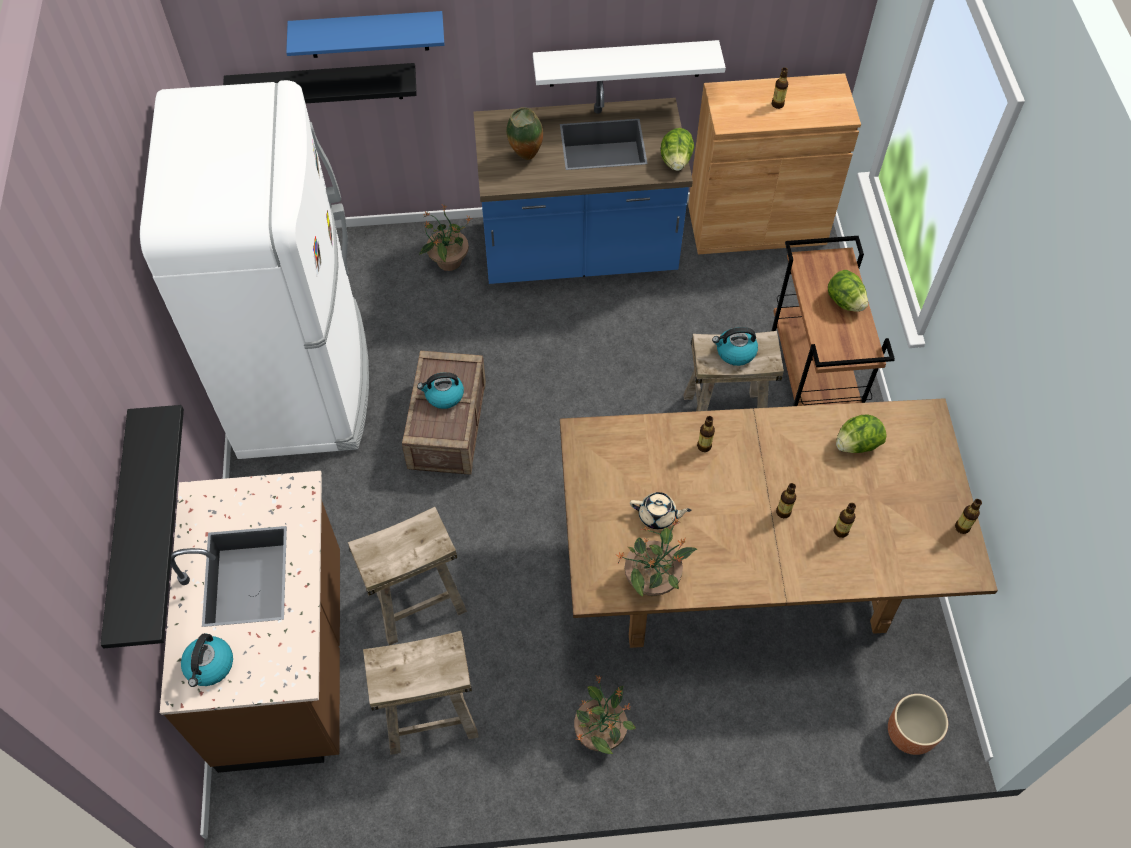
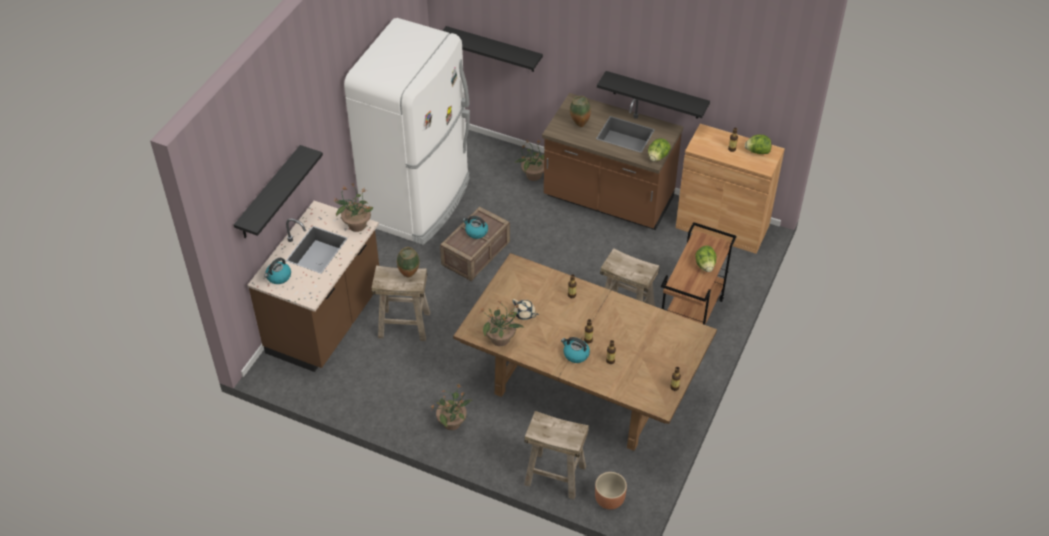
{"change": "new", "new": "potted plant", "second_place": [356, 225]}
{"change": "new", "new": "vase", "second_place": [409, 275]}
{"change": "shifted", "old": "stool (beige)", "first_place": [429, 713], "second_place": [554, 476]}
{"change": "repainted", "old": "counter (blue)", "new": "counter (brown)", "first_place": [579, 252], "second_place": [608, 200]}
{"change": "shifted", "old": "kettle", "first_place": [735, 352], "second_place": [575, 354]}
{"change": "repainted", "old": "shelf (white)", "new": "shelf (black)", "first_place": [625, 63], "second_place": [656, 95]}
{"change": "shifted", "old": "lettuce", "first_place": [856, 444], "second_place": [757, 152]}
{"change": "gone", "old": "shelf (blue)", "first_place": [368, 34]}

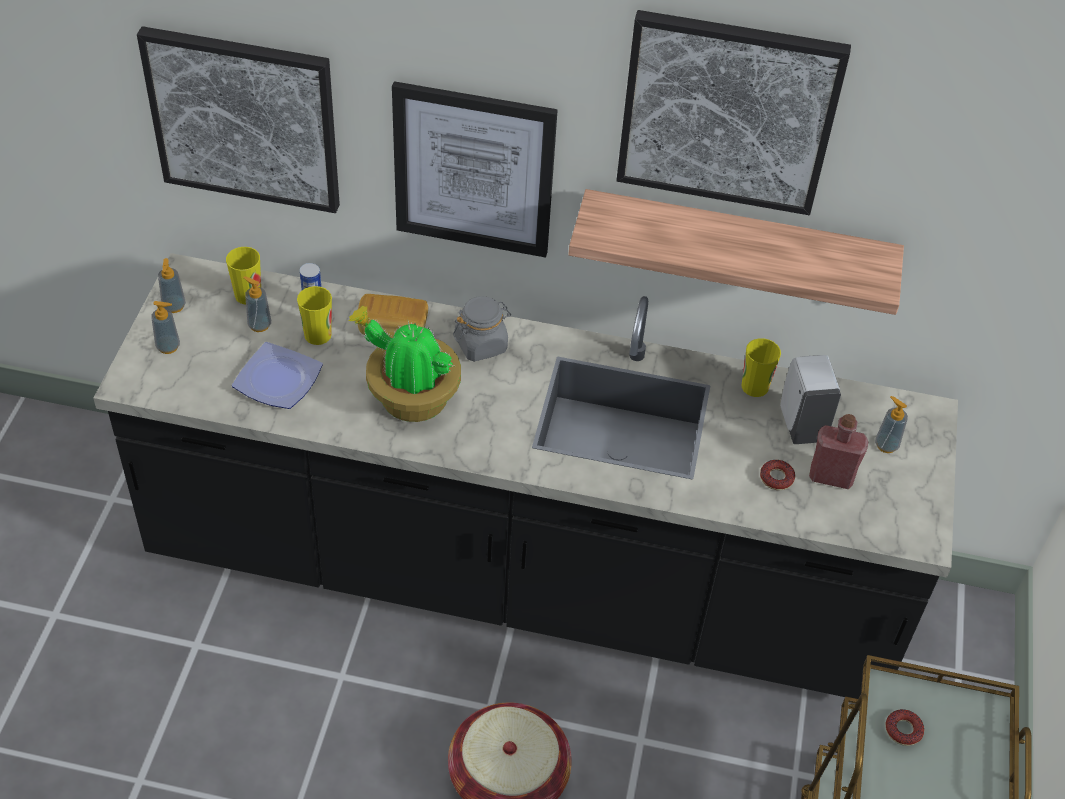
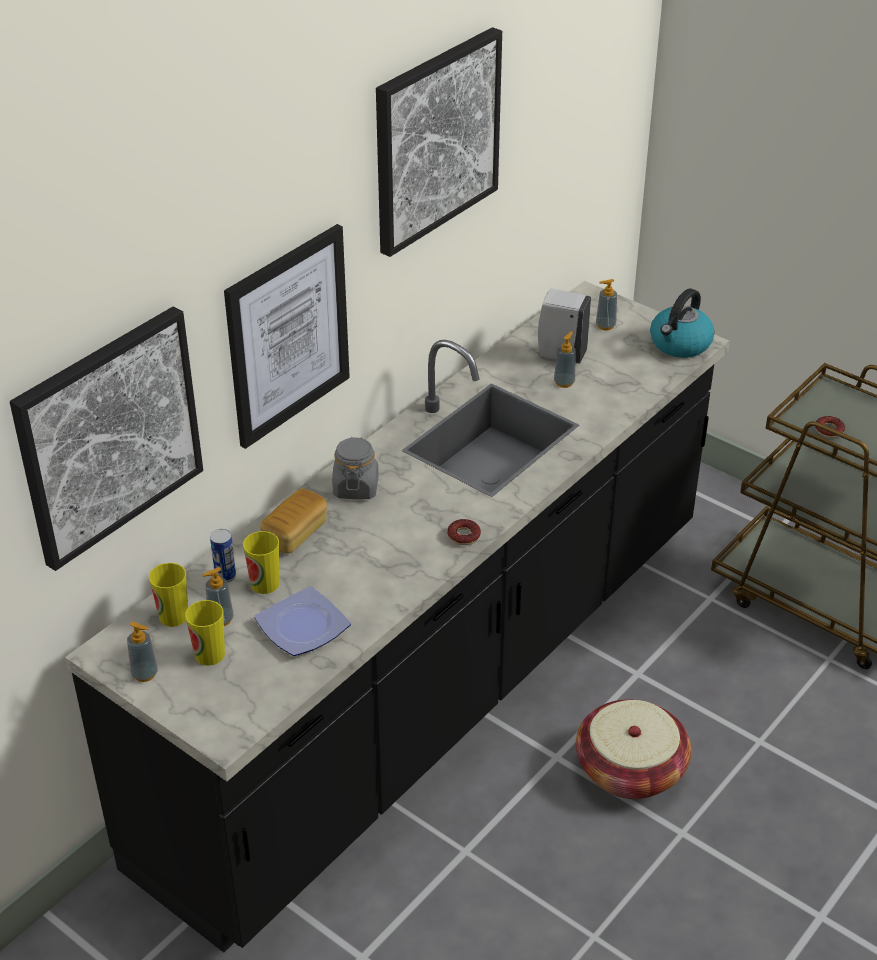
{"change": "shifted", "old": "cup", "first_place": [755, 386], "second_place": [210, 654]}
{"change": "shifted", "old": "donut", "first_place": [776, 478], "second_place": [463, 536]}
{"change": "shifted", "old": "soap dispenser", "first_place": [168, 346], "second_place": [564, 382]}
{"change": "new", "new": "kettle", "second_place": [680, 344]}
{"change": "gone", "old": "potted plant", "first_place": [410, 398]}
{"change": "gone", "old": "shelf", "first_place": [736, 249]}
{"change": "gone", "old": "bottle (red)", "first_place": [831, 476]}

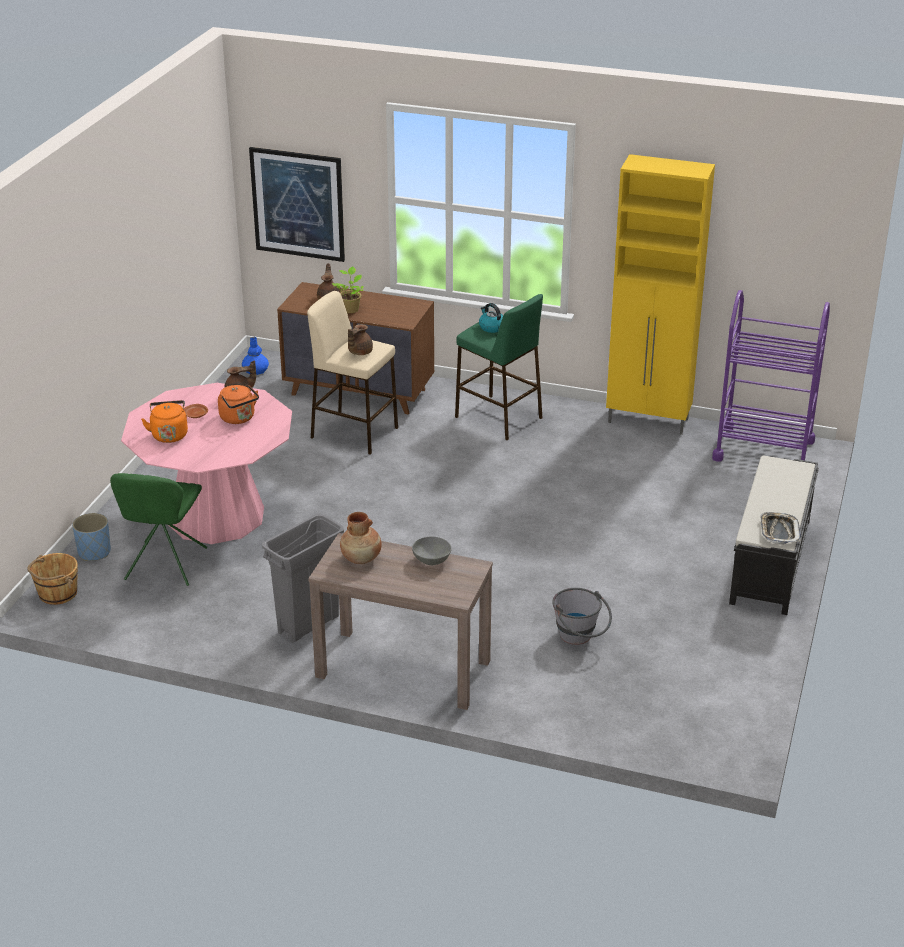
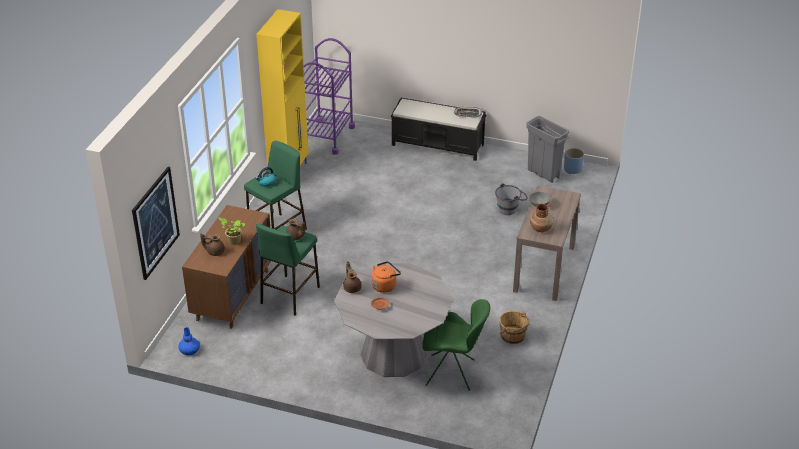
{"change": "repainted", "old": "stool (beige)", "new": "stool (green)", "first_place": [354, 432], "second_place": [290, 295]}
{"change": "repainted", "old": "dining table (pink)", "new": "dining table (grey)", "first_place": [216, 516], "second_place": [393, 354]}
{"change": "shifted", "old": "bucket (brown)", "first_place": [57, 593], "second_place": [513, 336]}
{"change": "shifted", "old": "trash can (grey)", "first_place": [308, 625], "second_place": [543, 174]}
{"change": "shifted", "old": "planter (blue)", "first_place": [94, 552], "second_place": [572, 169]}
{"change": "gone", "old": "kettle (orange)", "first_place": [169, 434]}

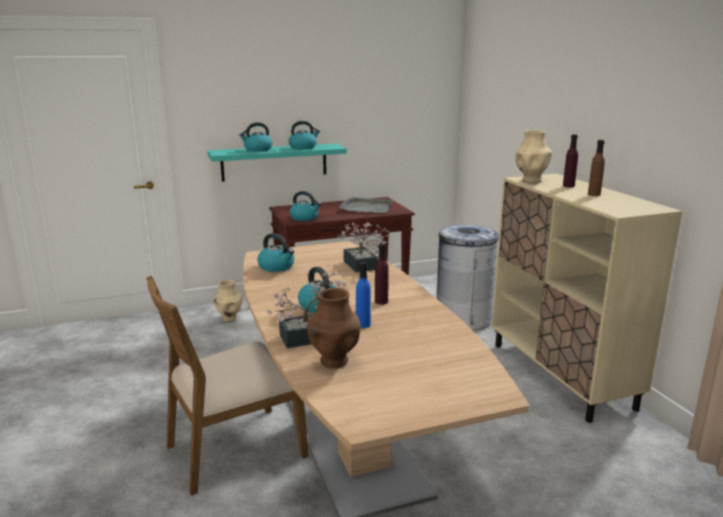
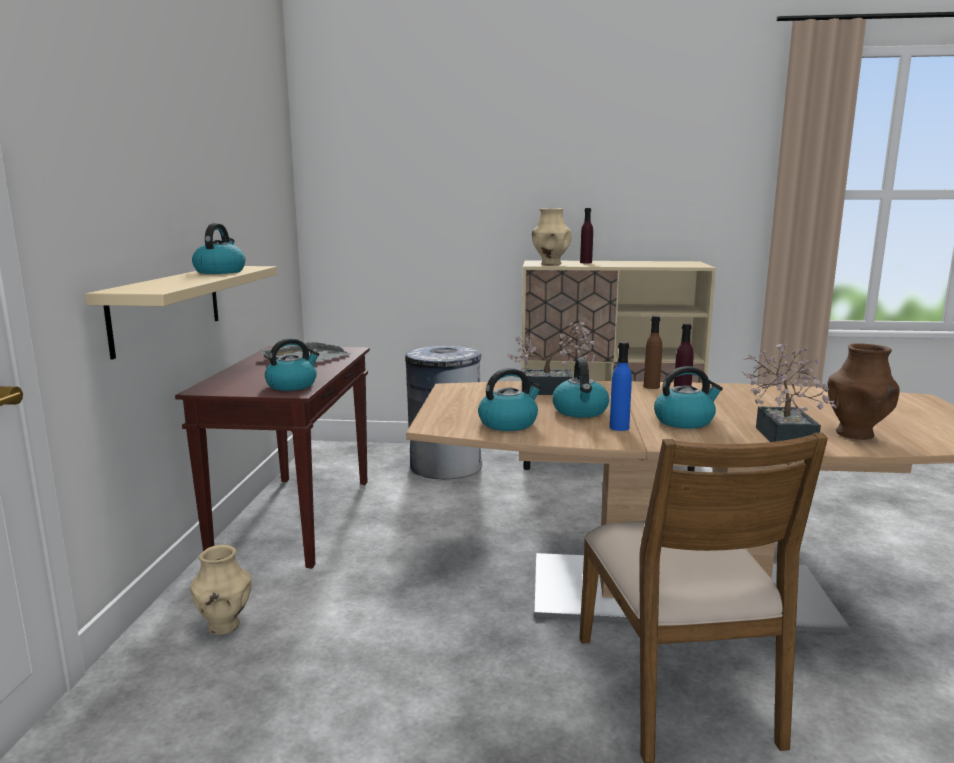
{"change": "repainted", "old": "shelf (turquoise)", "new": "shelf (beige)", "first_place": [274, 162], "second_place": [167, 307]}
{"change": "shifted", "old": "kettle", "first_place": [257, 150], "second_place": [580, 411]}
{"change": "shifted", "old": "bottle (blue)", "first_place": [363, 325], "second_place": [619, 427]}
{"change": "shifted", "old": "bottle (brown)", "first_place": [594, 194], "second_place": [651, 387]}

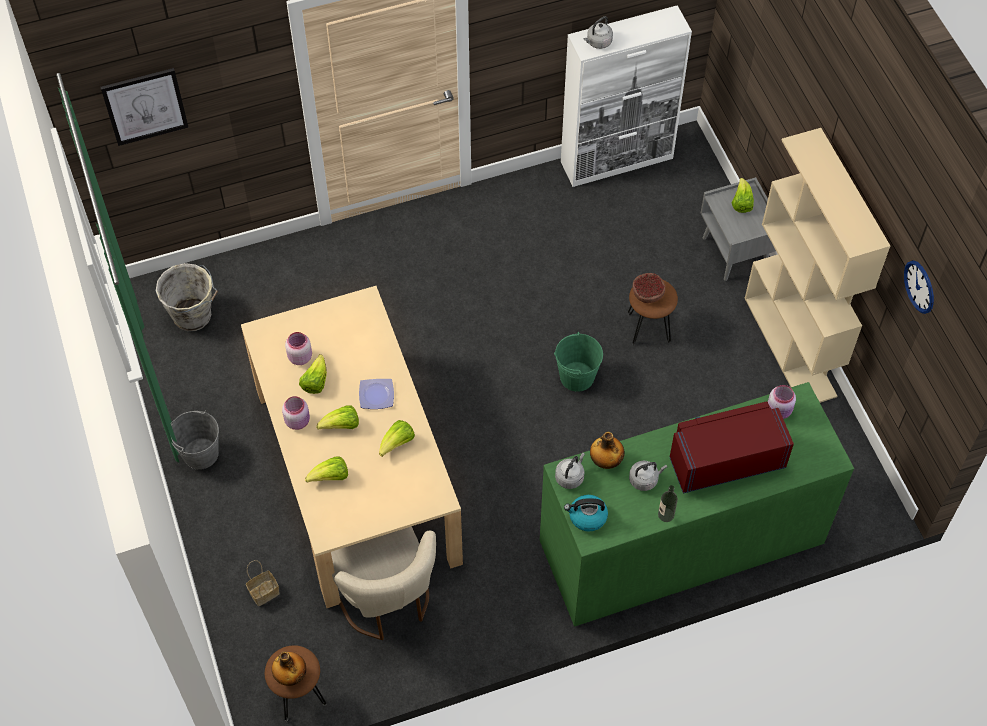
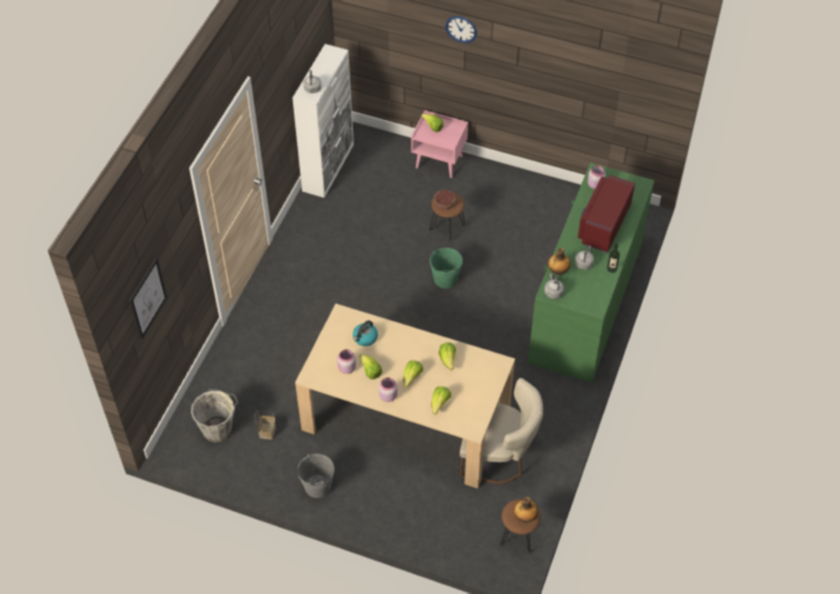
{"change": "shifted", "old": "basket", "first_place": [265, 591], "second_place": [267, 430]}
{"change": "shifted", "old": "kettle", "first_place": [587, 517], "second_place": [365, 338]}
{"change": "repainted", "old": "nightstand (grey)", "new": "nightstand (pink)", "first_place": [736, 253], "second_place": [439, 161]}
{"change": "shifted", "old": "wall clock", "first_place": [919, 286], "second_place": [461, 29]}
{"change": "gone", "old": "plate", "first_place": [377, 396]}
{"change": "gone", "old": "bookcase (beige)", "first_place": [791, 347]}

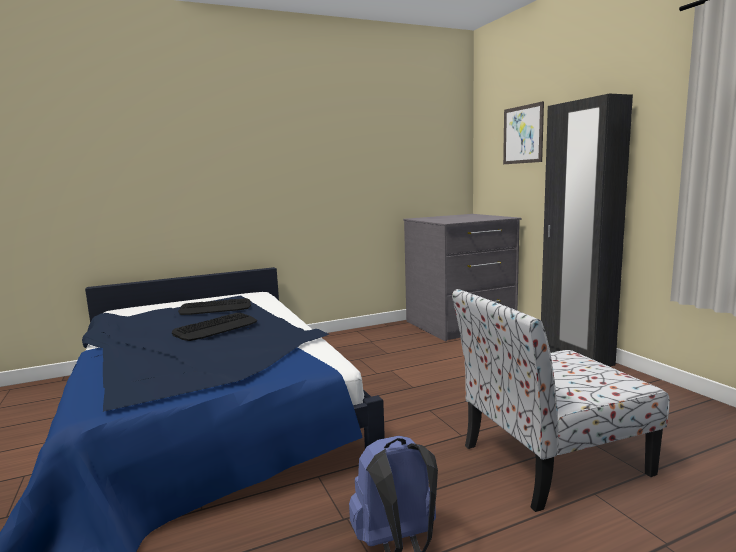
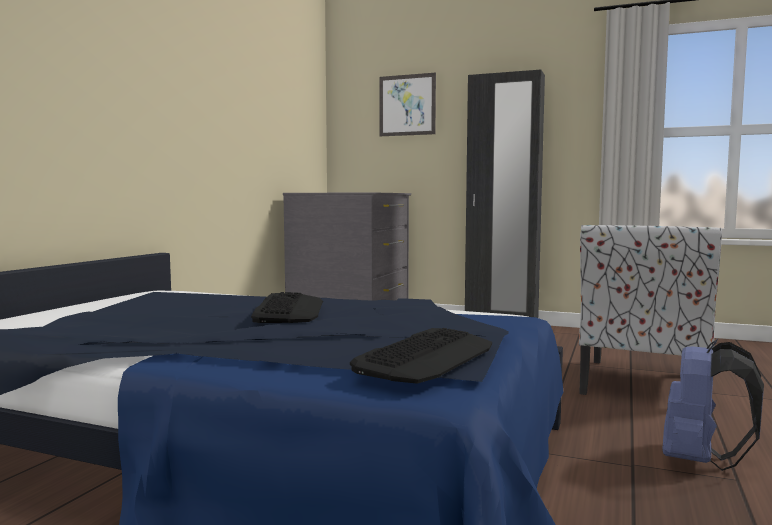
{"change": "shifted", "old": "keyboard", "first_place": [216, 308], "second_place": [427, 357]}

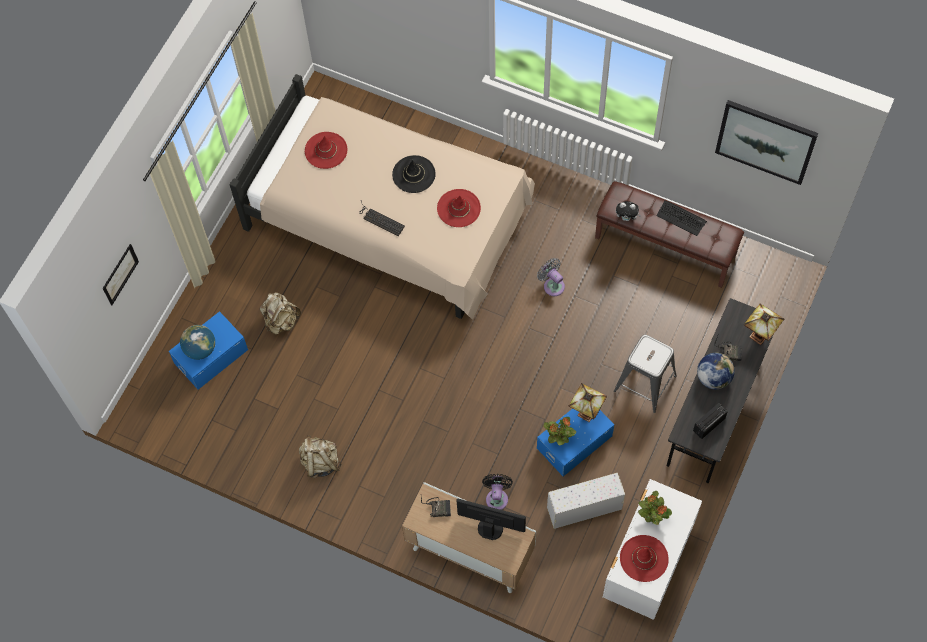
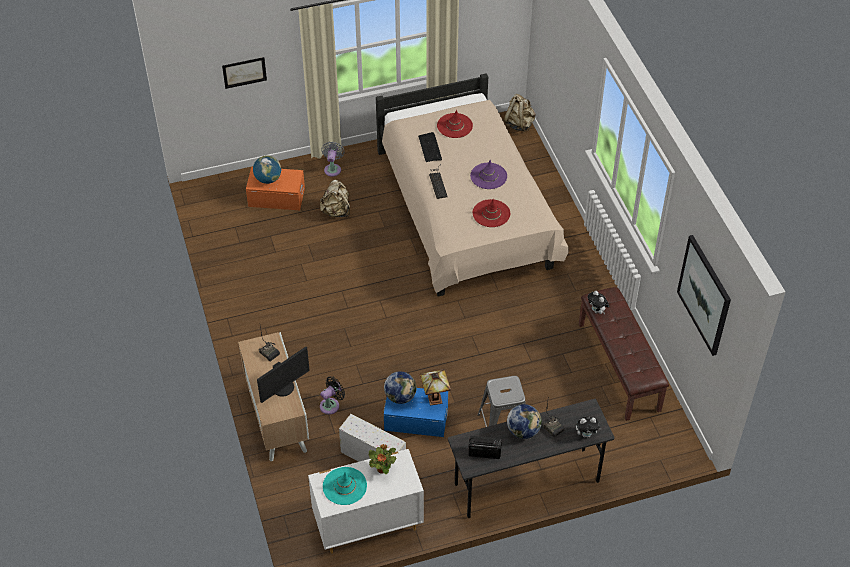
{"change": "repainted", "old": "storage box (blue)", "new": "storage box (orange)", "first_place": [210, 356], "second_place": [276, 196]}
{"change": "rotated", "old": "monitor", "first_place": [490, 527], "second_place": [284, 388], "degrees": 75}
{"change": "shifted", "old": "fan (grey)", "first_place": [552, 285], "second_place": [333, 168]}
{"change": "repainted", "old": "hat (red)", "new": "hat (turquoise)", "first_place": [644, 558], "second_place": [344, 486]}
{"change": "swapped", "old": "potted plant", "new": "globe", "first_place": [558, 437], "second_place": [400, 396]}
{"change": "shifted", "old": "keyboard", "first_place": [681, 218], "second_place": [430, 148]}
{"change": "repainted", "old": "hat (black)", "new": "hat (purple)", "first_place": [413, 174], "second_place": [488, 176]}
{"change": "shifted", "old": "backpack (beige)", "first_place": [320, 462], "second_place": [519, 124]}
{"change": "swapped", "old": "table lamp", "new": "plush toy", "first_place": [758, 334], "second_place": [586, 434]}

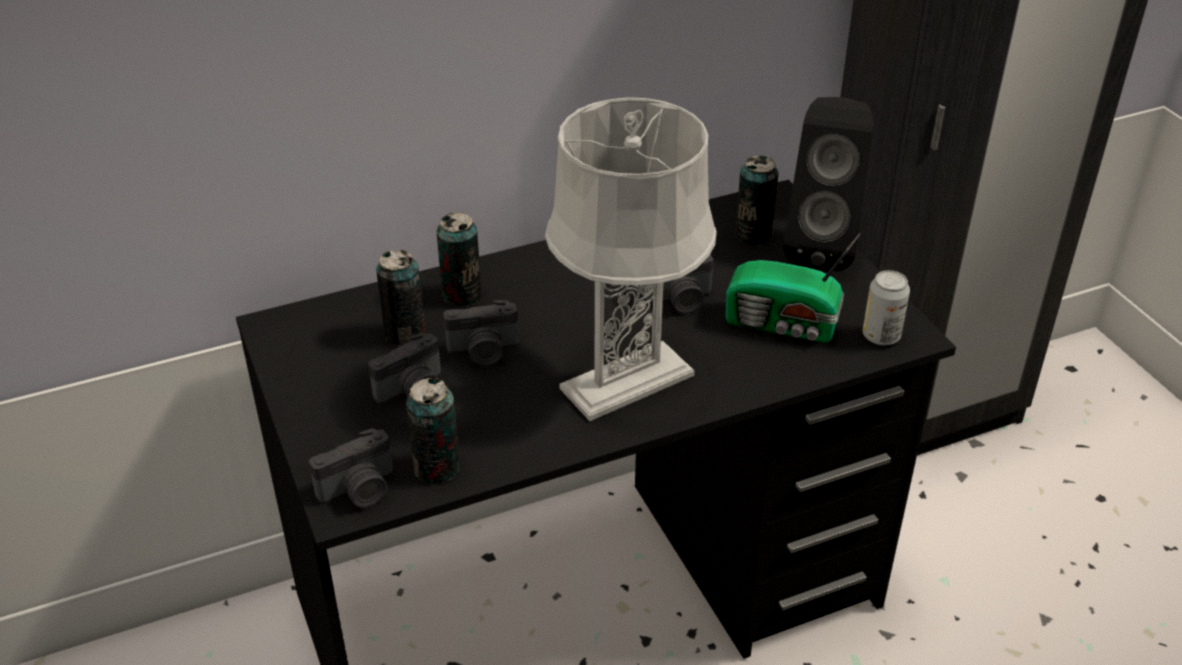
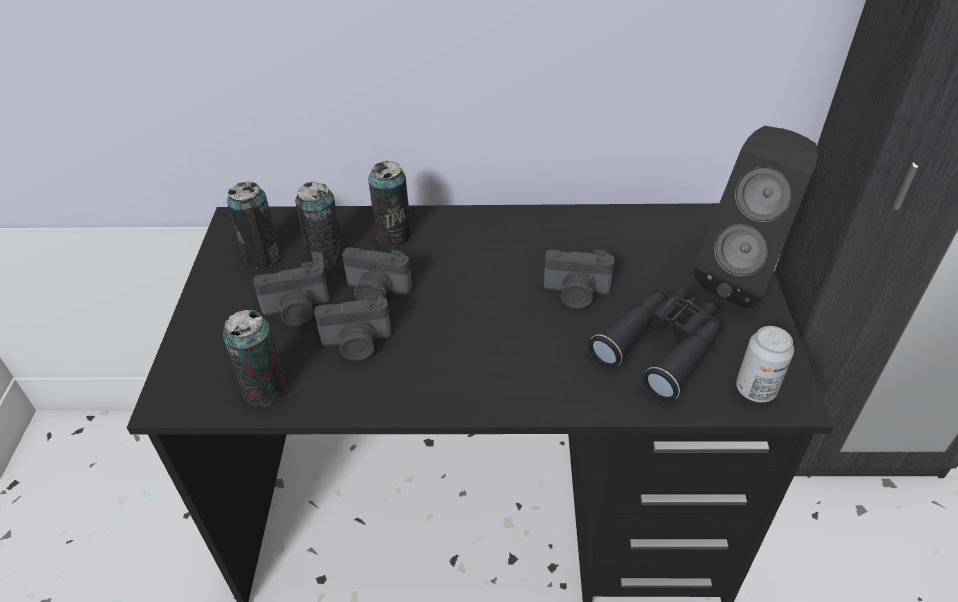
{"change": "shifted", "old": "can", "first_place": [753, 235], "second_place": [263, 256]}
{"change": "shifted", "old": "photo camera", "first_place": [360, 491], "second_place": [357, 344]}
{"change": "swapped", "old": "radio", "new": "binoculars (black)", "first_place": [784, 325], "second_place": [661, 347]}
{"change": "gone", "old": "table lamp (grey)", "first_place": [626, 383]}

